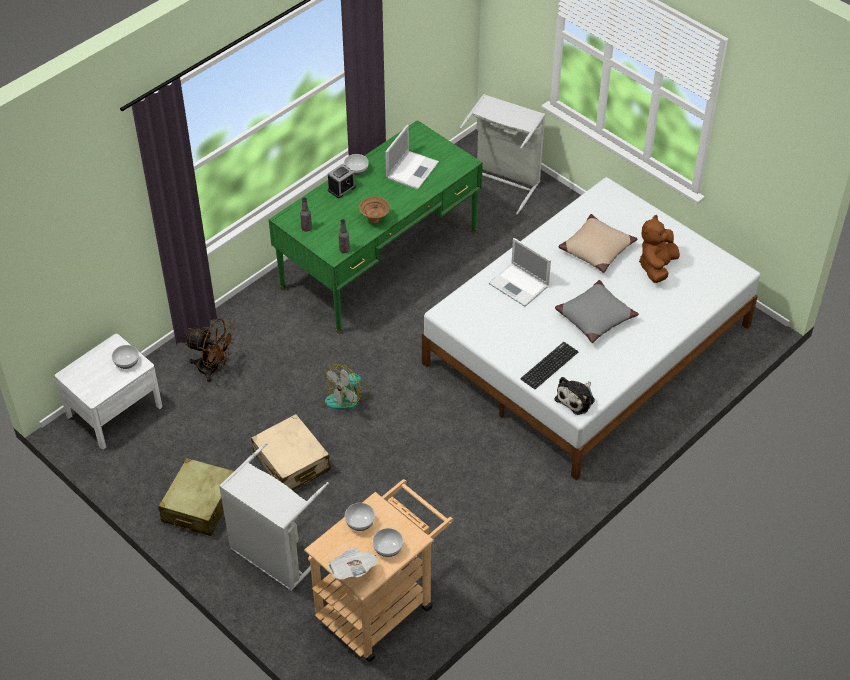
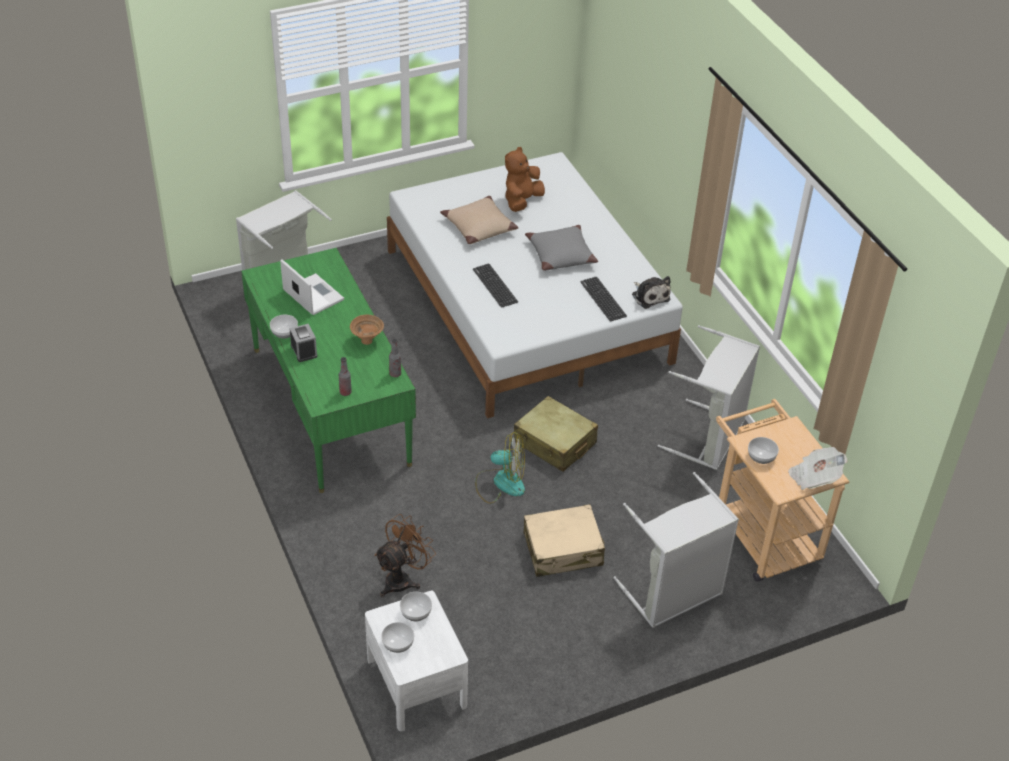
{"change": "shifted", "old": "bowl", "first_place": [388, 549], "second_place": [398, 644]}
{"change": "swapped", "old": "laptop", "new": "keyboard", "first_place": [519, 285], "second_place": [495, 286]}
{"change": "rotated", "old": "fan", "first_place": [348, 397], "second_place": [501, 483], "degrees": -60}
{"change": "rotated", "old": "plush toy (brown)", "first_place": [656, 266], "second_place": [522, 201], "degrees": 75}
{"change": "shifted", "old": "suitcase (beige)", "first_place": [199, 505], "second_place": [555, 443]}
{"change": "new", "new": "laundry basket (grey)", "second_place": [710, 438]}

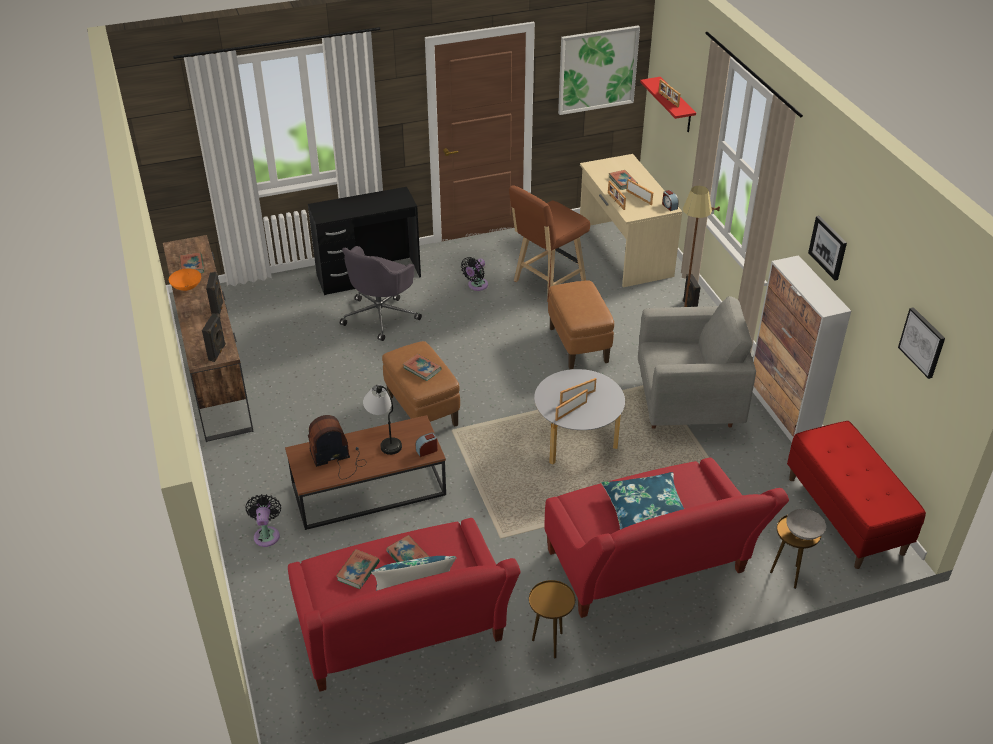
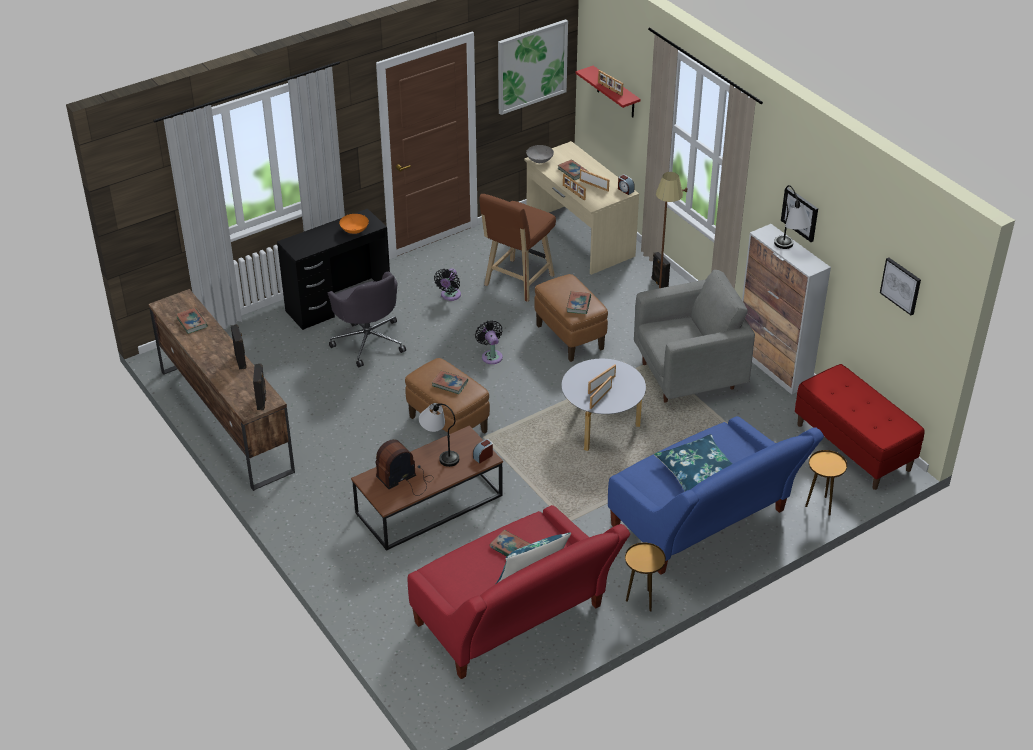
{"change": "rotated", "old": "office chair (grey)", "first_place": [381, 316], "second_place": [368, 341], "degrees": -45}
{"change": "shifted", "old": "bowl (orange)", "first_place": [187, 287], "second_place": [355, 231]}
{"change": "shifted", "old": "fan (black)", "first_place": [267, 534], "second_place": [491, 355]}
{"change": "shifted", "old": "bowl (grey)", "first_place": [804, 533], "second_place": [540, 161]}
{"change": "shifted", "old": "book", "first_place": [358, 571], "second_place": [578, 304]}
{"change": "repainted", "old": "sofa (red)", "new": "sofa (blue)", "first_place": [650, 570], "second_place": [705, 524]}
{"change": "new", "new": "table lamp", "second_place": [789, 250]}

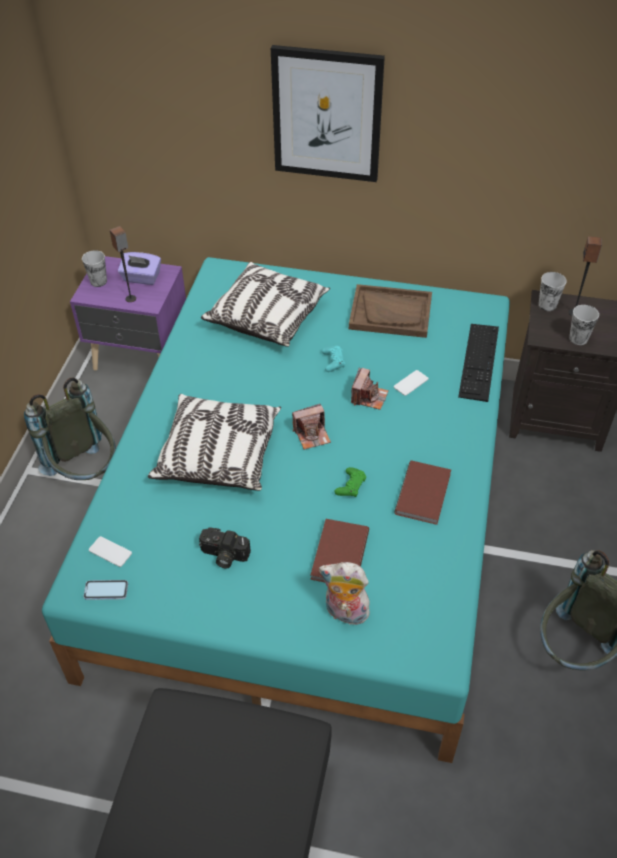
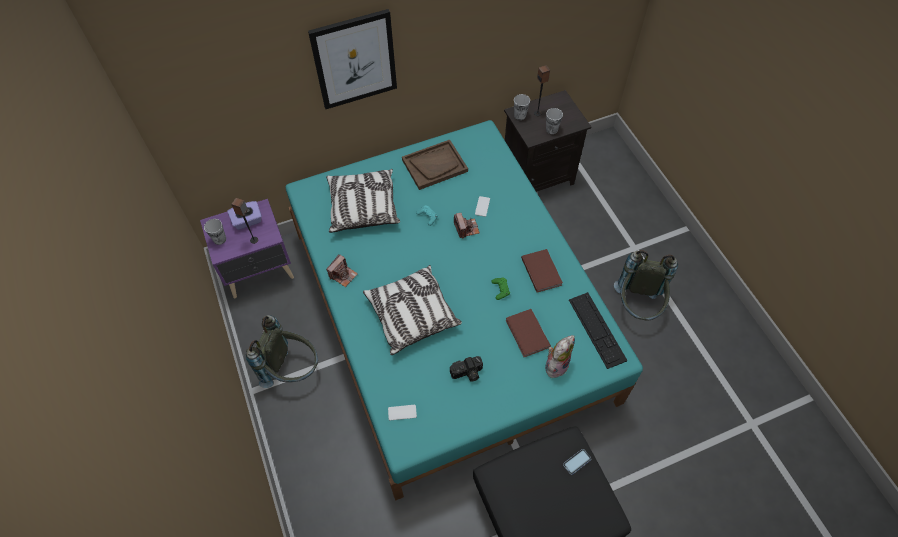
{"change": "shifted", "old": "photo camera", "first_place": [312, 435], "second_place": [343, 275]}
{"change": "rotated", "old": "plush toy", "first_place": [344, 613], "second_place": [556, 364], "degrees": 150}
{"change": "shifted", "old": "phone", "first_place": [106, 590], "second_place": [576, 462]}
{"change": "shifted", "old": "keyboard", "first_place": [479, 361], "second_place": [597, 329]}

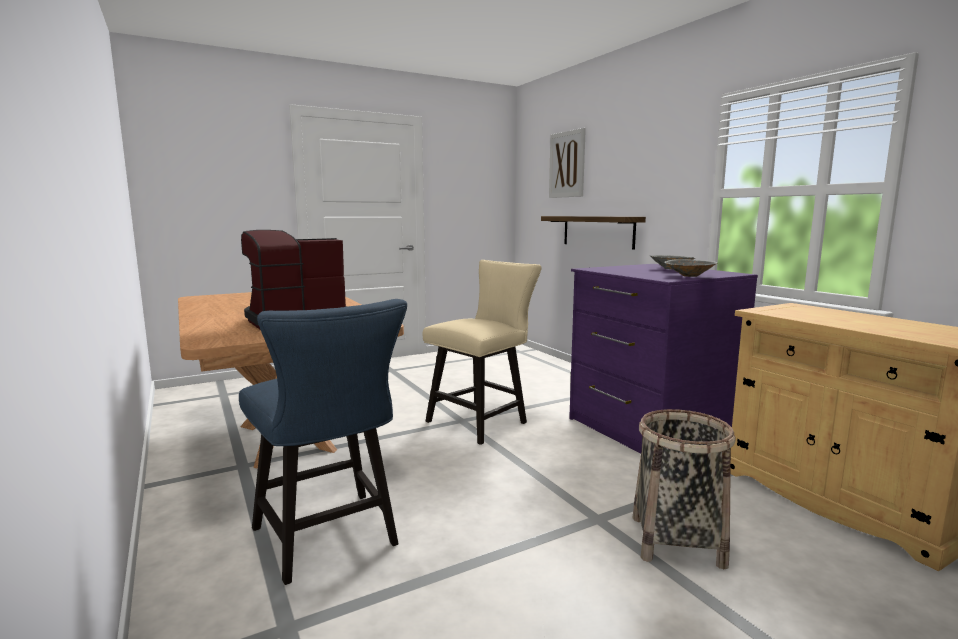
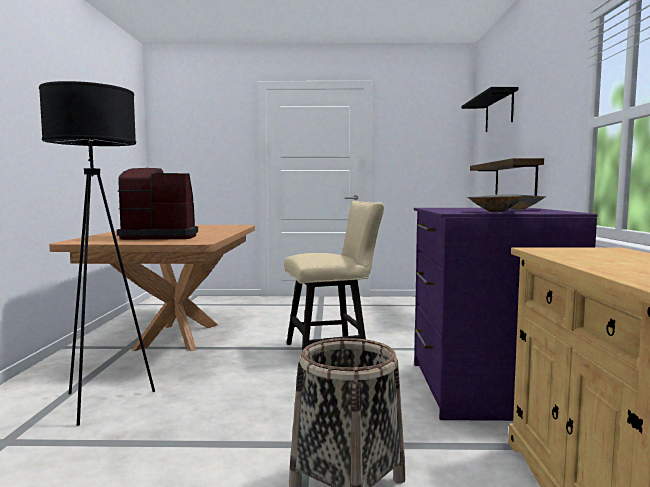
{"change": "swapped", "old": "chair (blue)", "new": "floor lamp (black)", "first_place": [330, 541], "second_place": [102, 402]}
{"change": "swapped", "old": "picture", "new": "shelf (black)", "first_place": [567, 164], "second_place": [499, 112]}

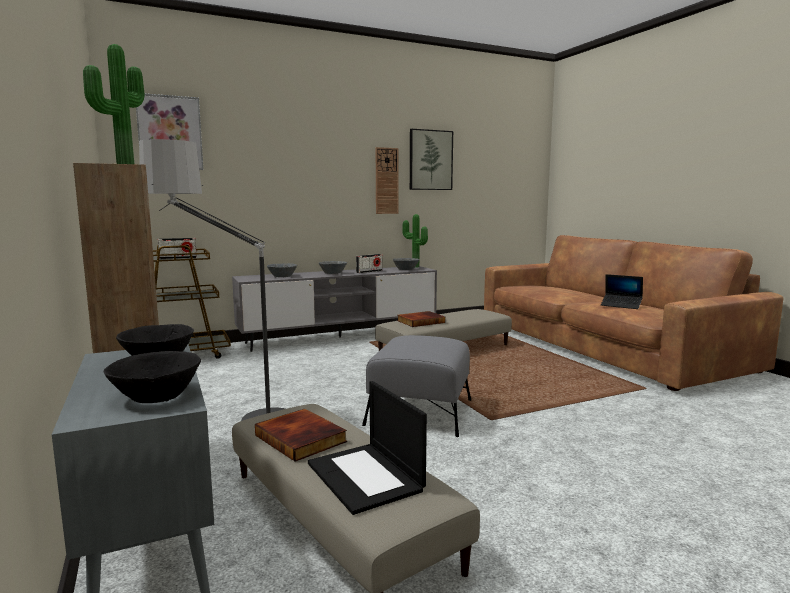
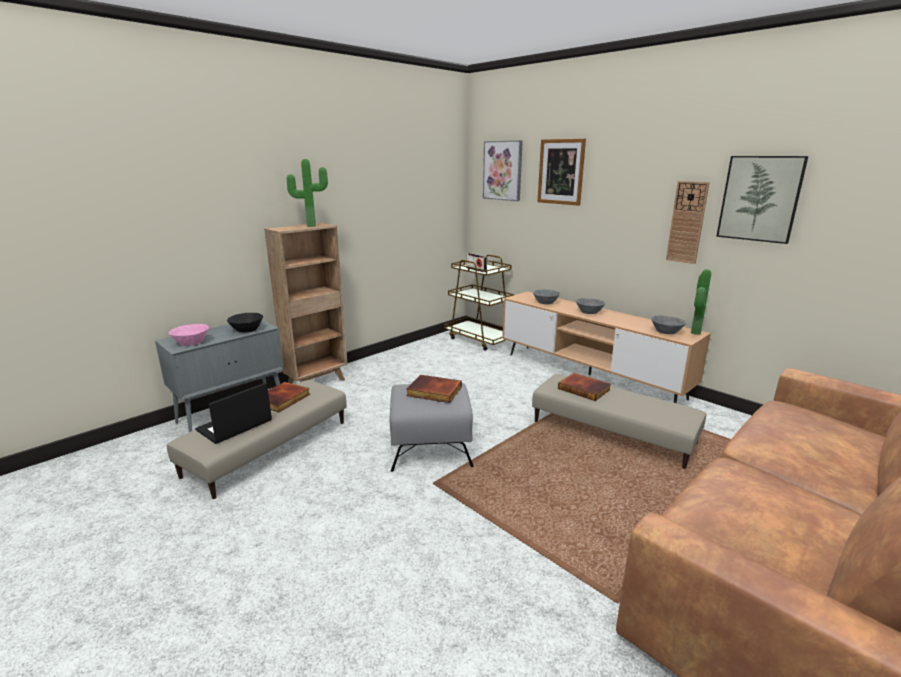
{"change": "repainted", "old": "bowl (black)", "new": "bowl (pink)", "first_place": [156, 396], "second_place": [191, 342]}
{"change": "new", "new": "book", "second_place": [433, 392]}
{"change": "repainted", "old": "tv stand (grey)", "new": "tv stand (brown)", "first_place": [340, 337], "second_place": [589, 375]}
{"change": "new", "new": "picture", "second_place": [561, 172]}
{"change": "gone", "old": "floor lamp", "first_place": [228, 422]}
{"change": "gone", "old": "radio", "first_place": [369, 271]}
{"change": "gone", "old": "laptop", "first_place": [621, 305]}

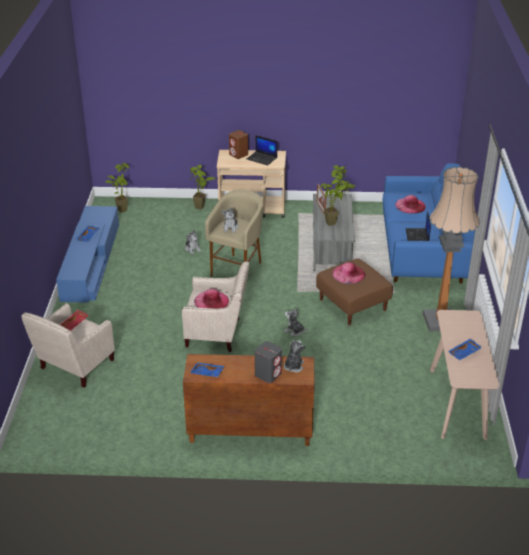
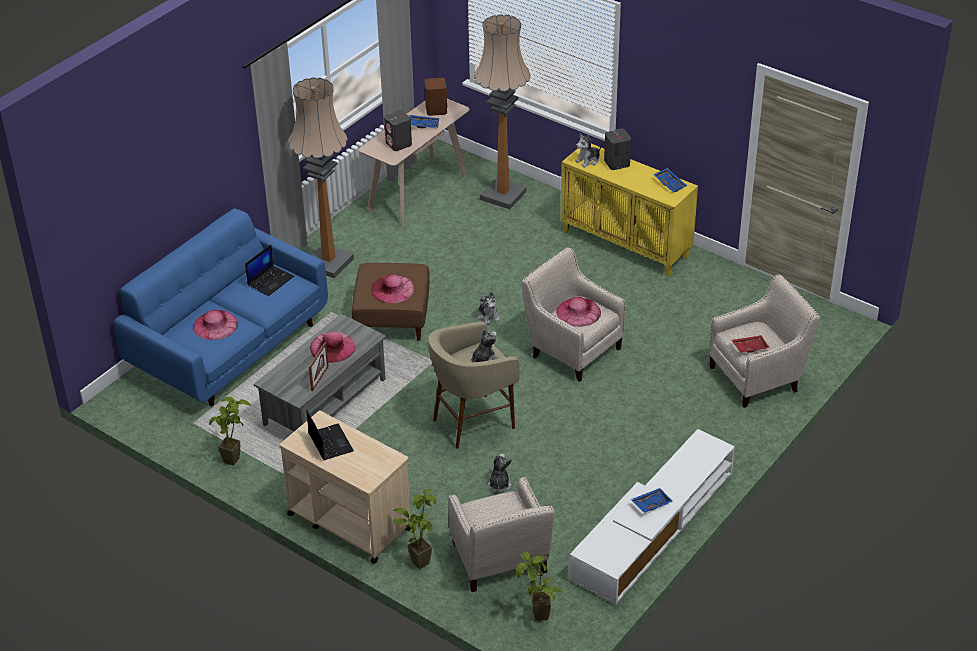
{"change": "swapped", "old": "potted plant", "new": "hat (pink)", "first_place": [334, 223], "second_place": [332, 347]}
{"change": "new", "new": "speaker (grey)", "second_place": [399, 144]}
{"change": "shifted", "old": "speaker (brown)", "first_place": [238, 154], "second_place": [436, 109]}
{"change": "new", "new": "armchair (beige)", "second_place": [500, 563]}
{"change": "new", "new": "floor lamp", "second_place": [503, 195]}
{"change": "repainted", "old": "cabinet (brown)", "new": "cabinet (yellow)", "first_place": [249, 432], "second_place": [626, 244]}
{"change": "repainted", "old": "tv stand (blue)", "new": "tv stand (white)", "first_place": [91, 261], "second_place": [652, 526]}

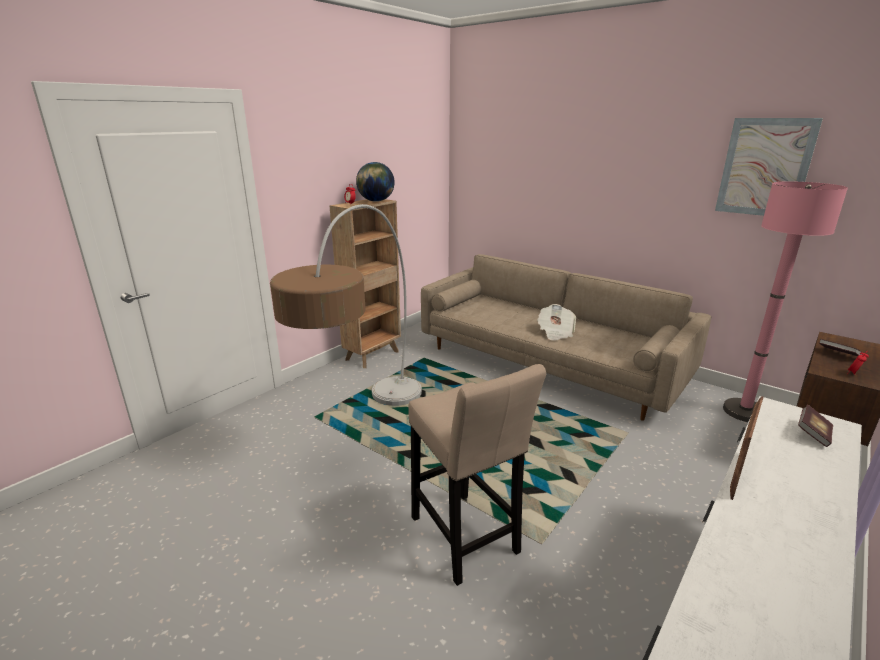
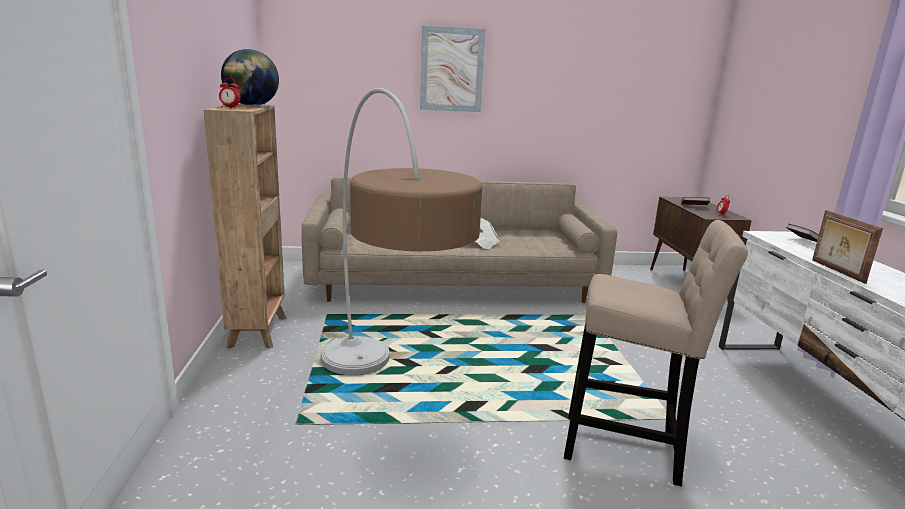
{"change": "shifted", "old": "picture", "first_place": [765, 167], "second_place": [452, 70]}
{"change": "gone", "old": "floor lamp (pink)", "first_place": [744, 412]}

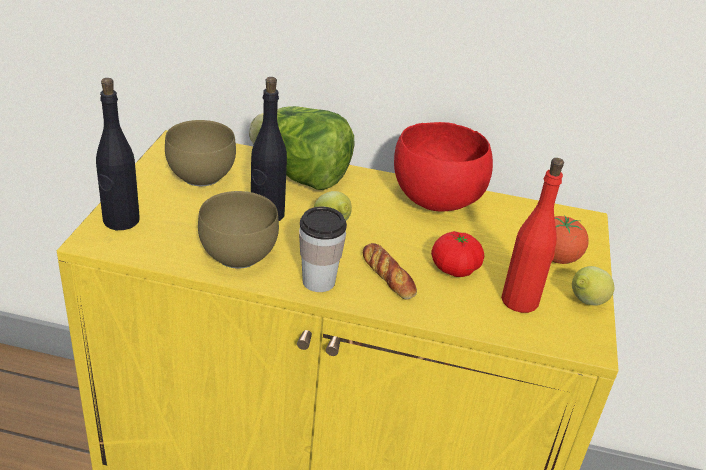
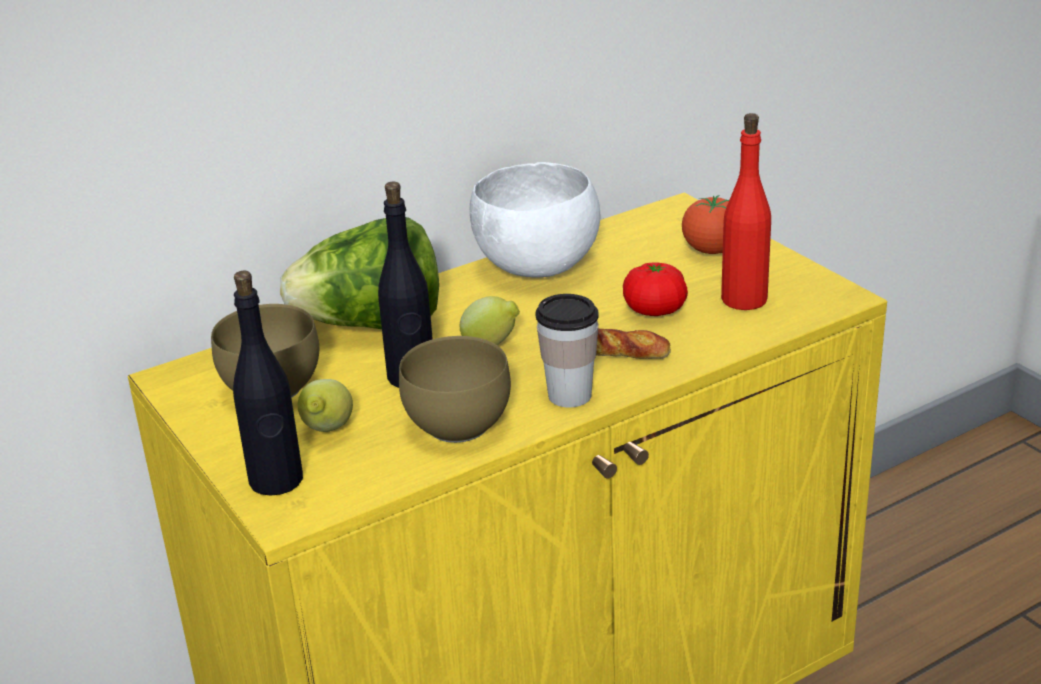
{"change": "shifted", "old": "lemon", "first_place": [585, 303], "second_place": [327, 431]}
{"change": "repainted", "old": "bowl (red)", "new": "bowl (white)", "first_place": [434, 200], "second_place": [535, 268]}

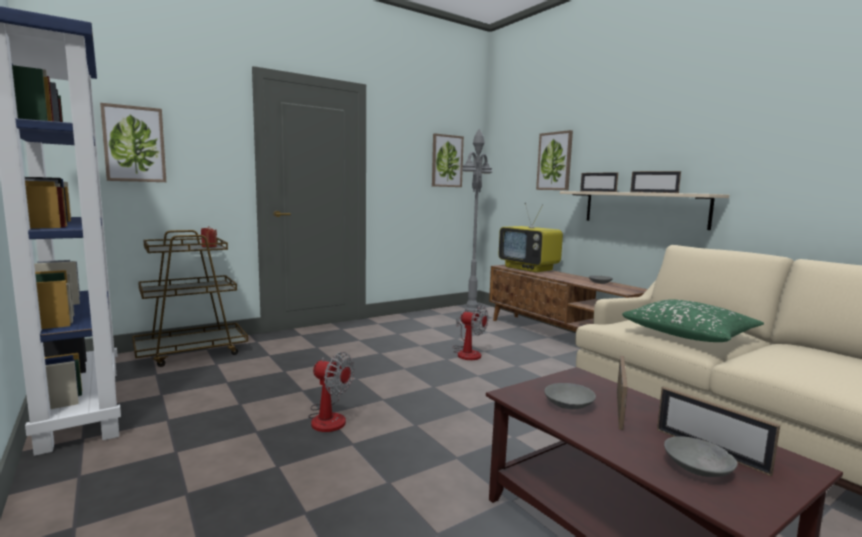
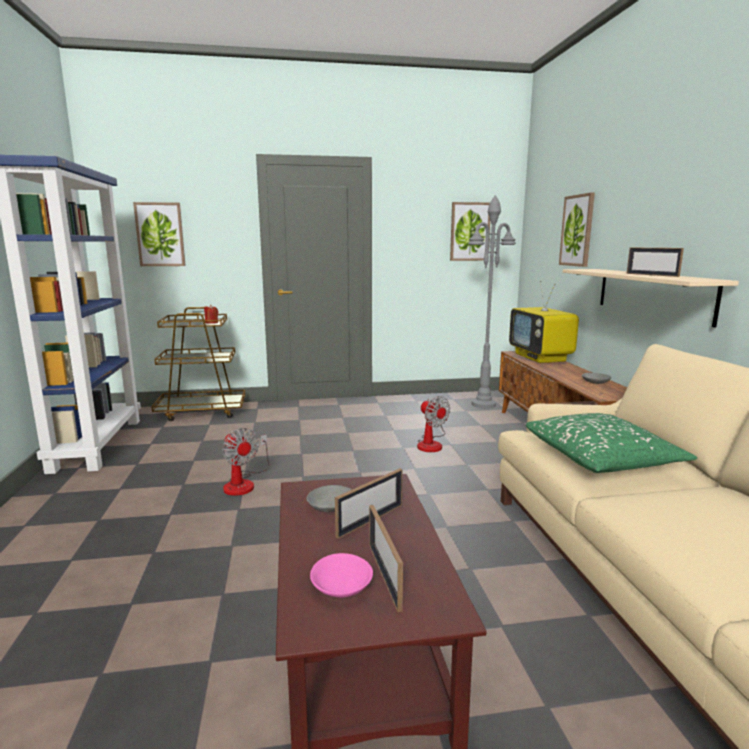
{"change": "repainted", "old": "bowl (grey)", "new": "bowl (pink)", "first_place": [698, 468], "second_place": [342, 586]}
{"change": "gone", "old": "picture frame", "first_place": [597, 191]}

